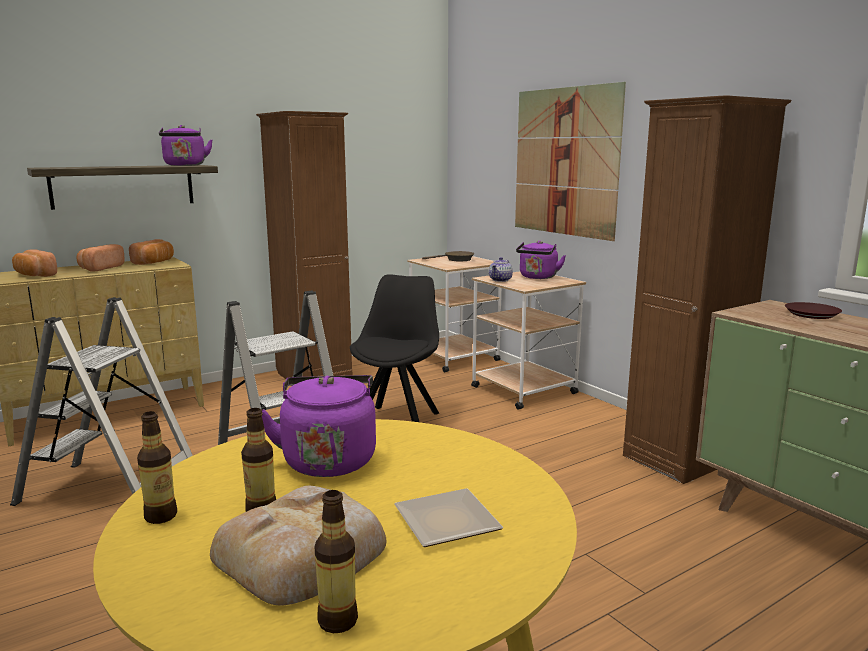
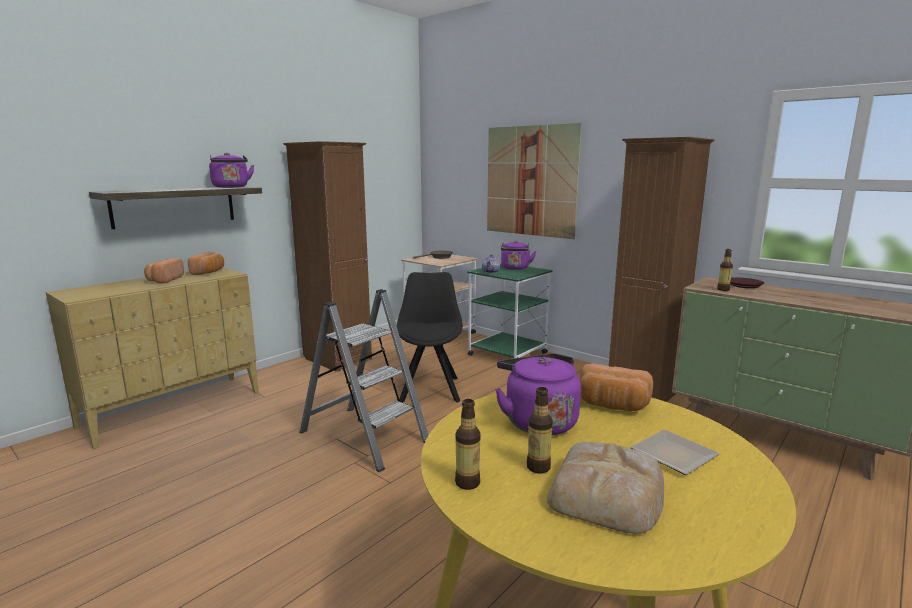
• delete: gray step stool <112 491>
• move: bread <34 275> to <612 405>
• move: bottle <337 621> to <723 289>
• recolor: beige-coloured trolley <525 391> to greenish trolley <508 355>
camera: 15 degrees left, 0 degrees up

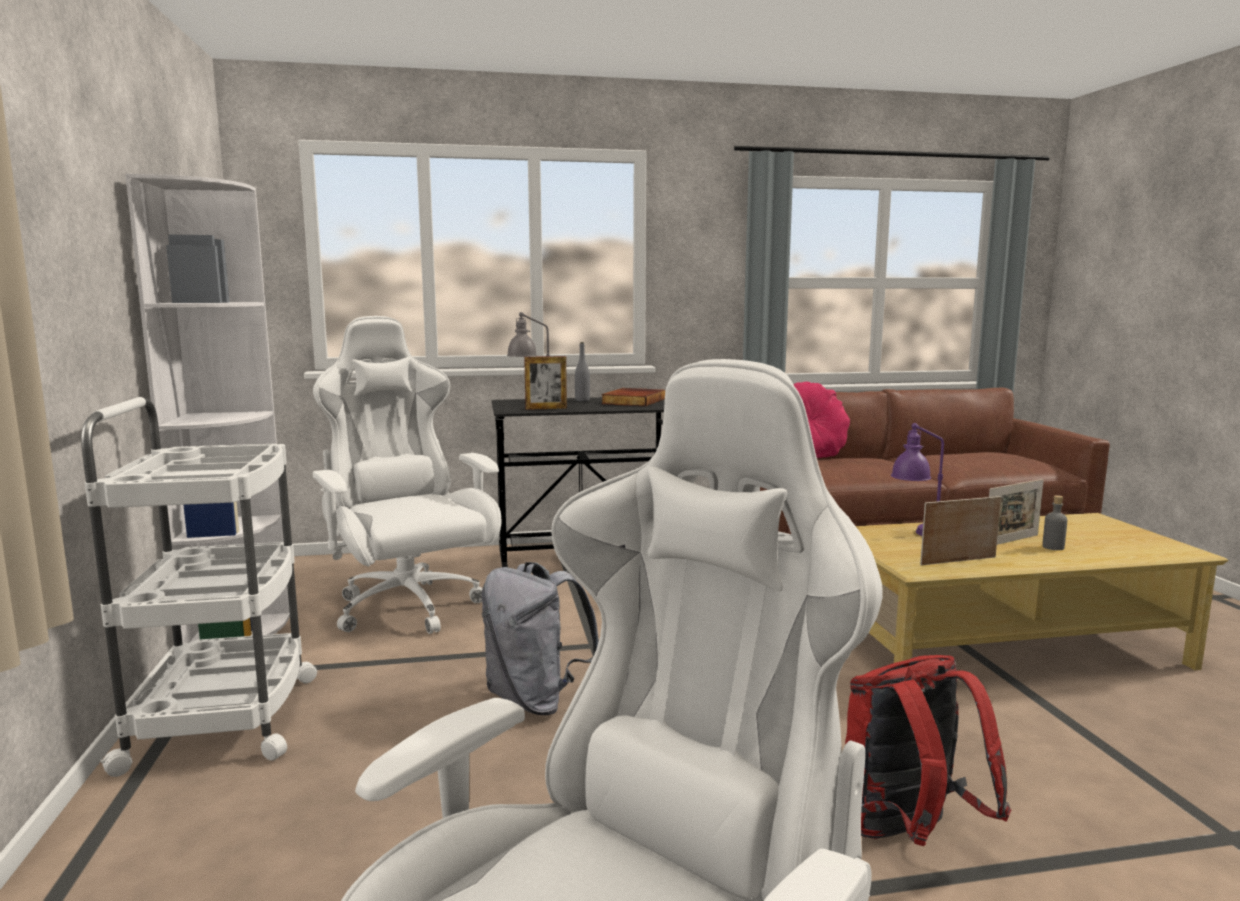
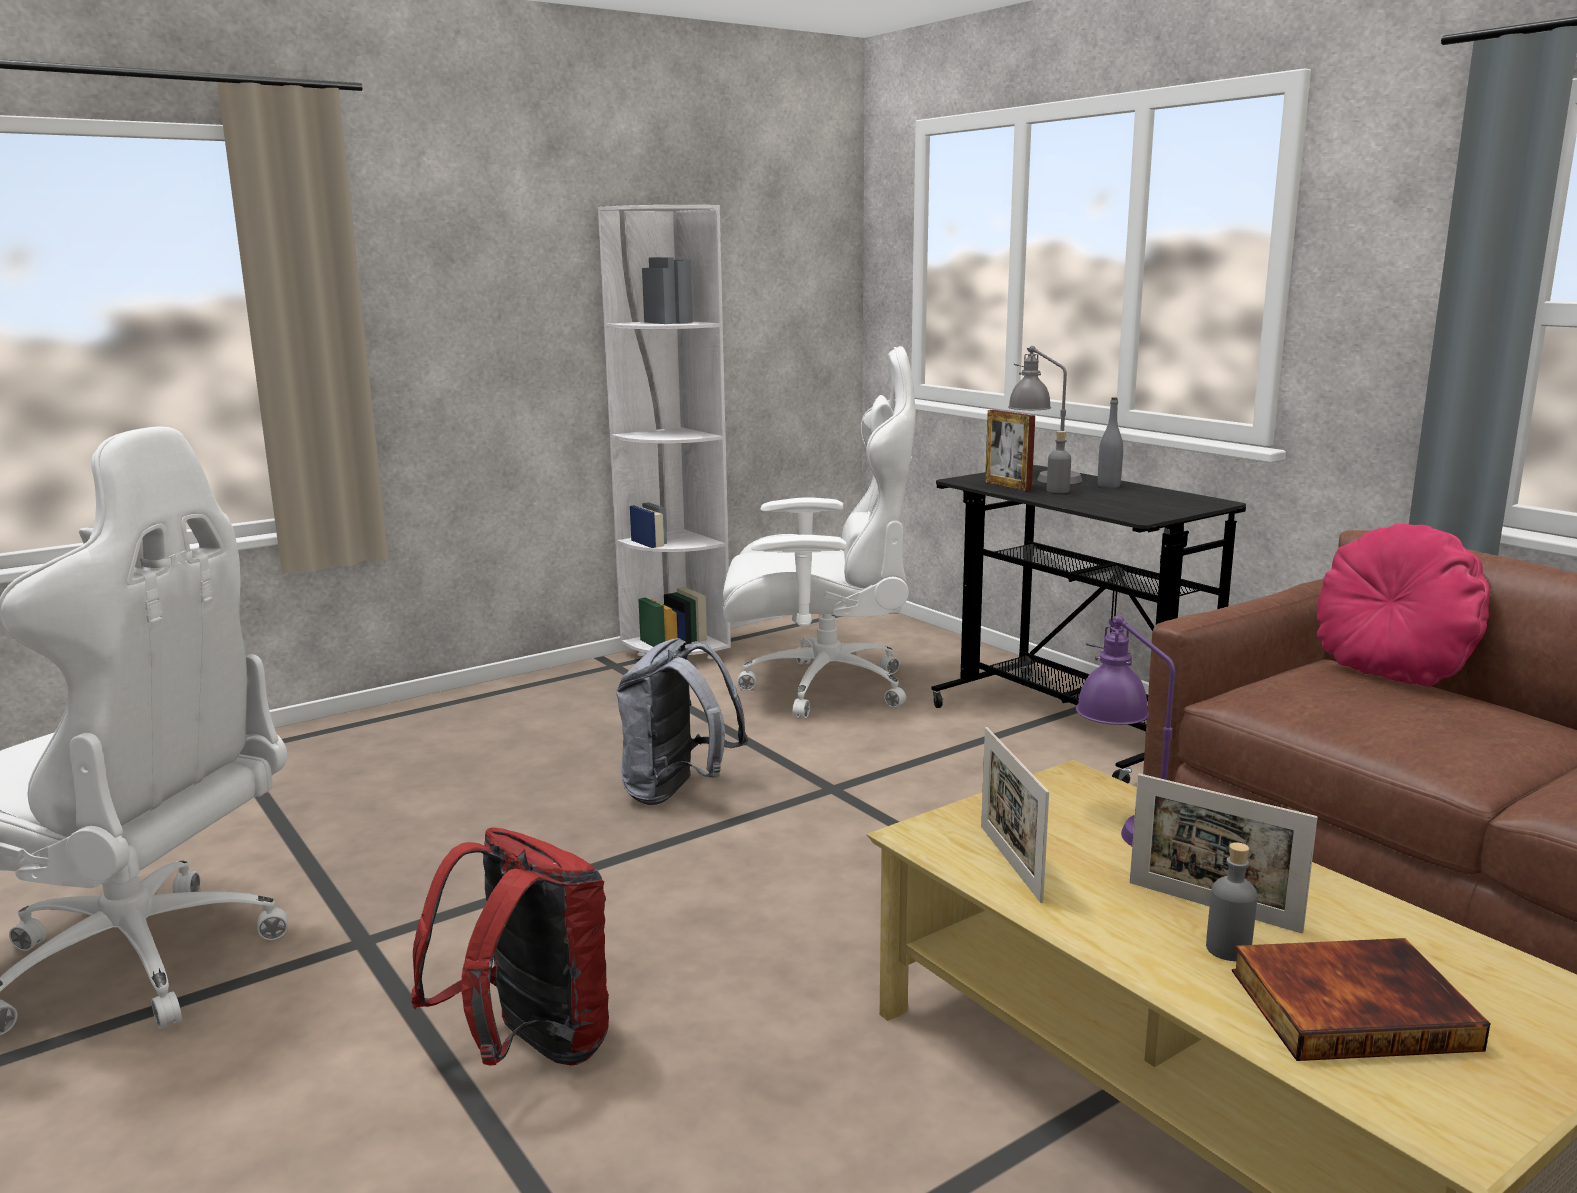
• delete: whitish trolley <224 722>
• insert: gray bottle <1057 491>
• move: bound book <632 401> to <1351 1006>
• rotate: whitish office chair <412 611> = <815 688> 60 degrees clockwise
• rotate: standing frame <958 561> = <1010 863> 150 degrees counterclockwise
camera: 65 degrees right, 5 degrees up

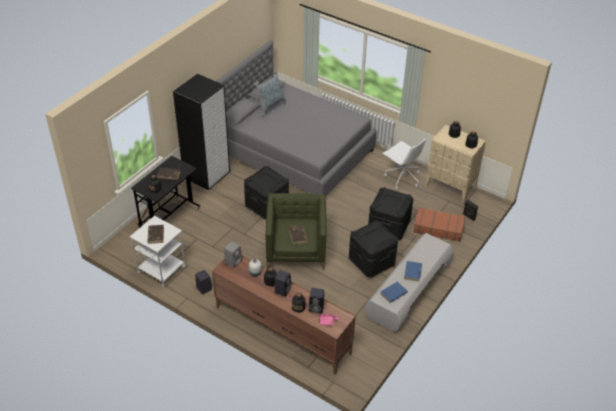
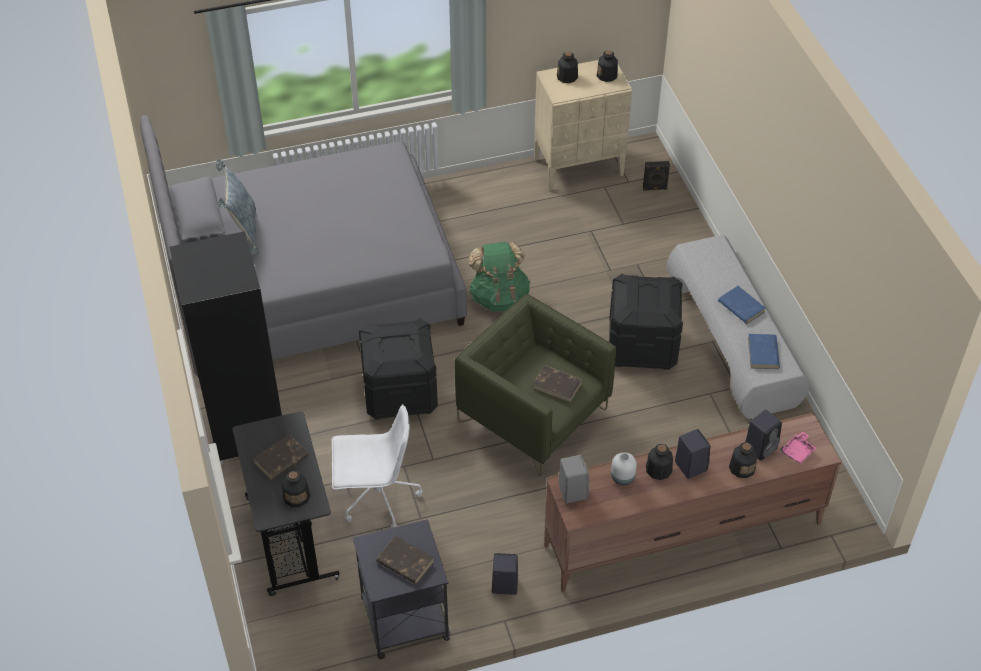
• delete: black storage box <388 227>
• delete: brown-coloured piece of luggage <438 228>
• insert: greenish knapsack <499 297>
• move: whitish office chair <401 177> to <375 499>
• recolor: whitish trolley <161 269> to black trolley <403 619>
camera: 50 degrees left, 5 degrees up

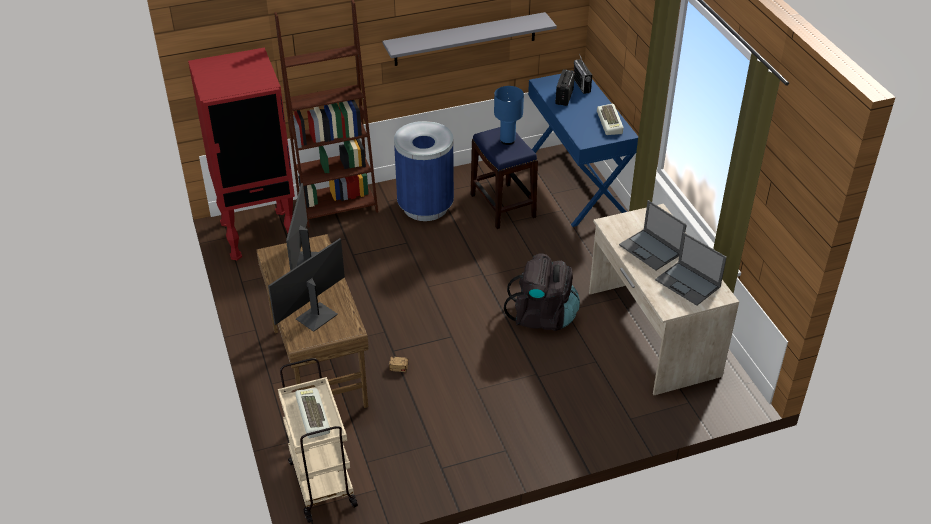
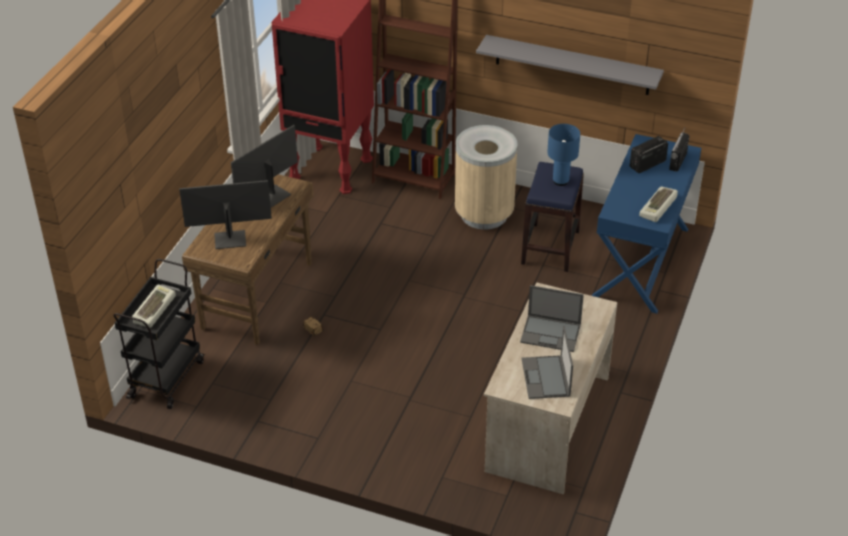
• delete: black knapsack <542 316>
• recolor: beige-coloured trolley <322 483> to black trolley <167 379>
• recolor: bluish trash can <425 207> to beige-coloured trash can <484 214>
• rotate: laptop <650 250> = <551 333> 75 degrees counterclockwise
camera: 40 degrees right, 0 degrees up

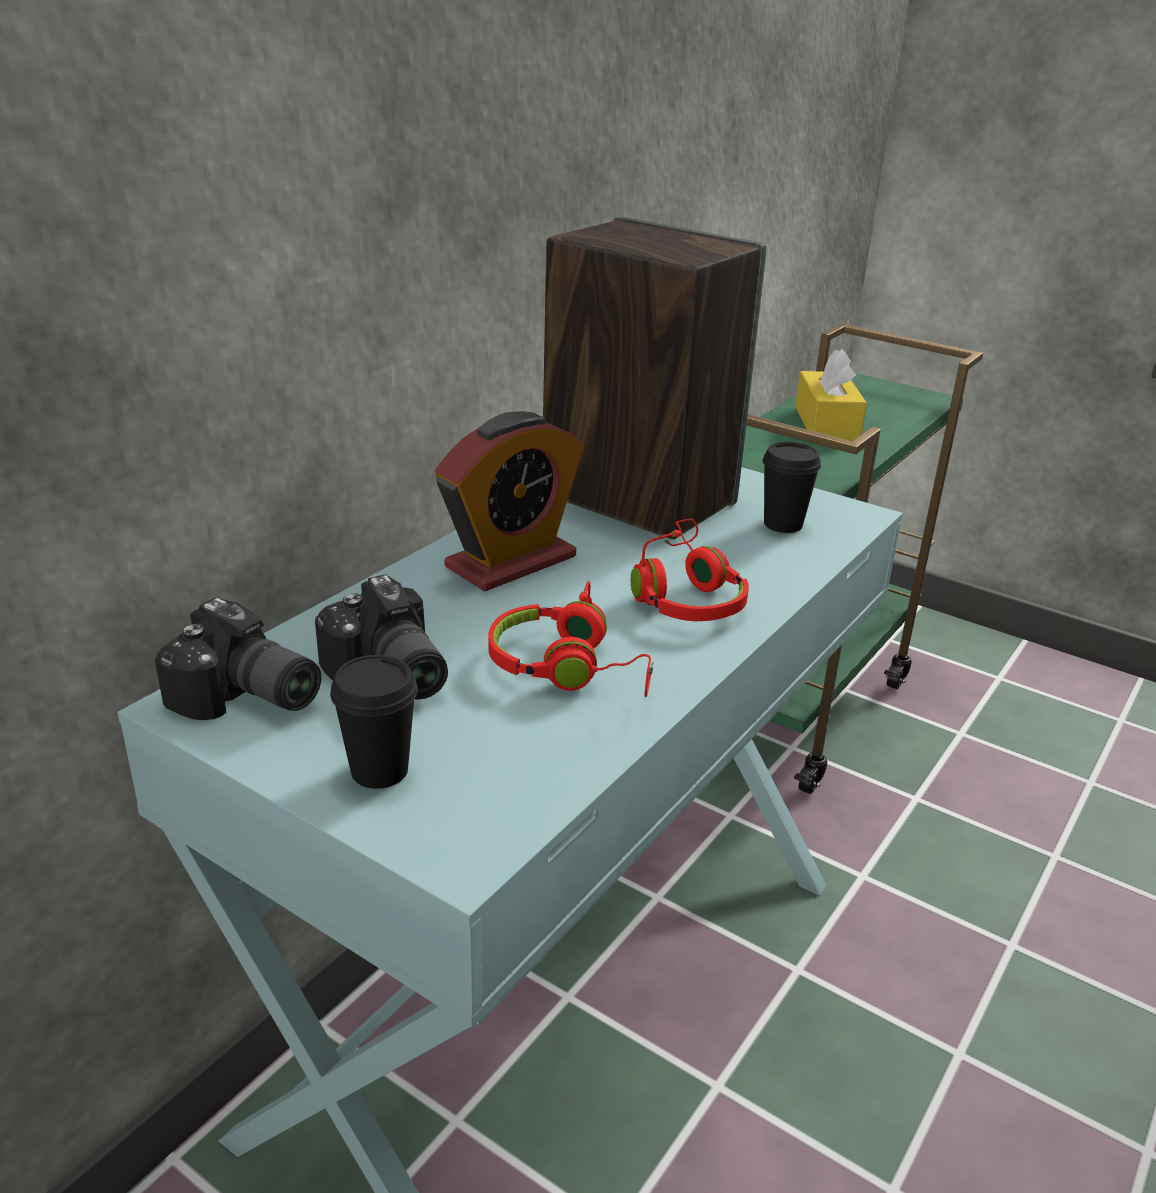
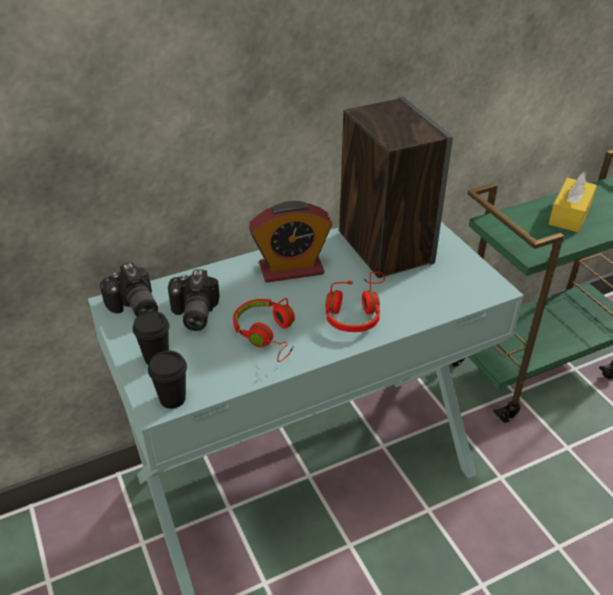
• move: black drinking cup <783 524> to <172 399>
camera: 30 degrees right, 10 degrees up

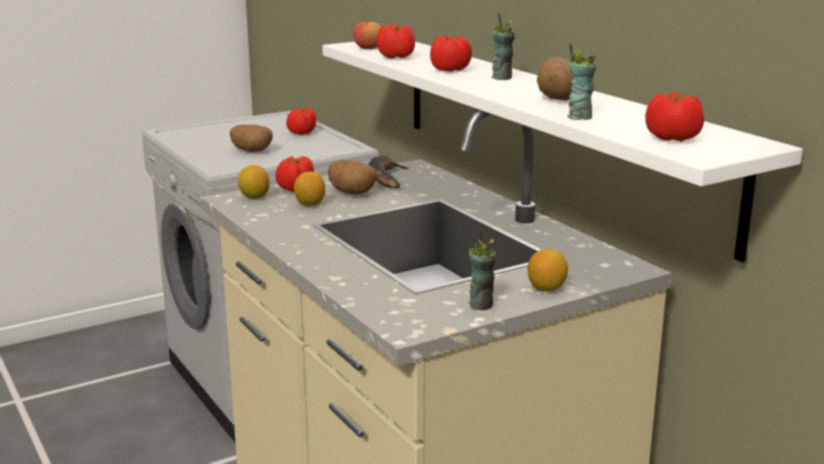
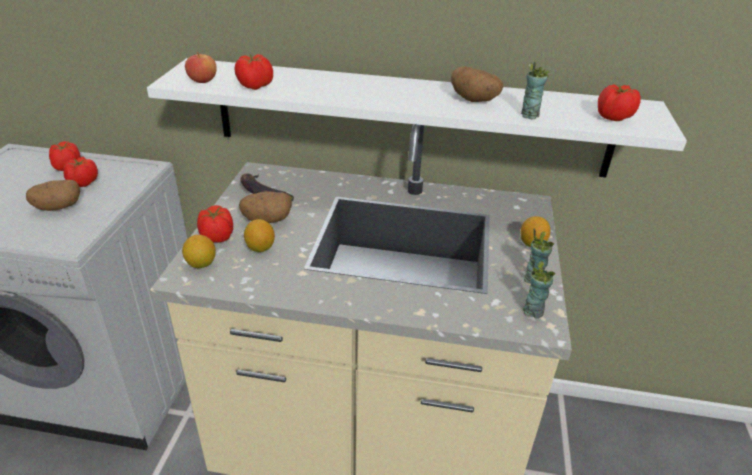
• move: whole tomato <450 70> to <83 183>
• move: drinking cup <502 78> to <533 311>
camera: 50 degrees left, 15 degrees up

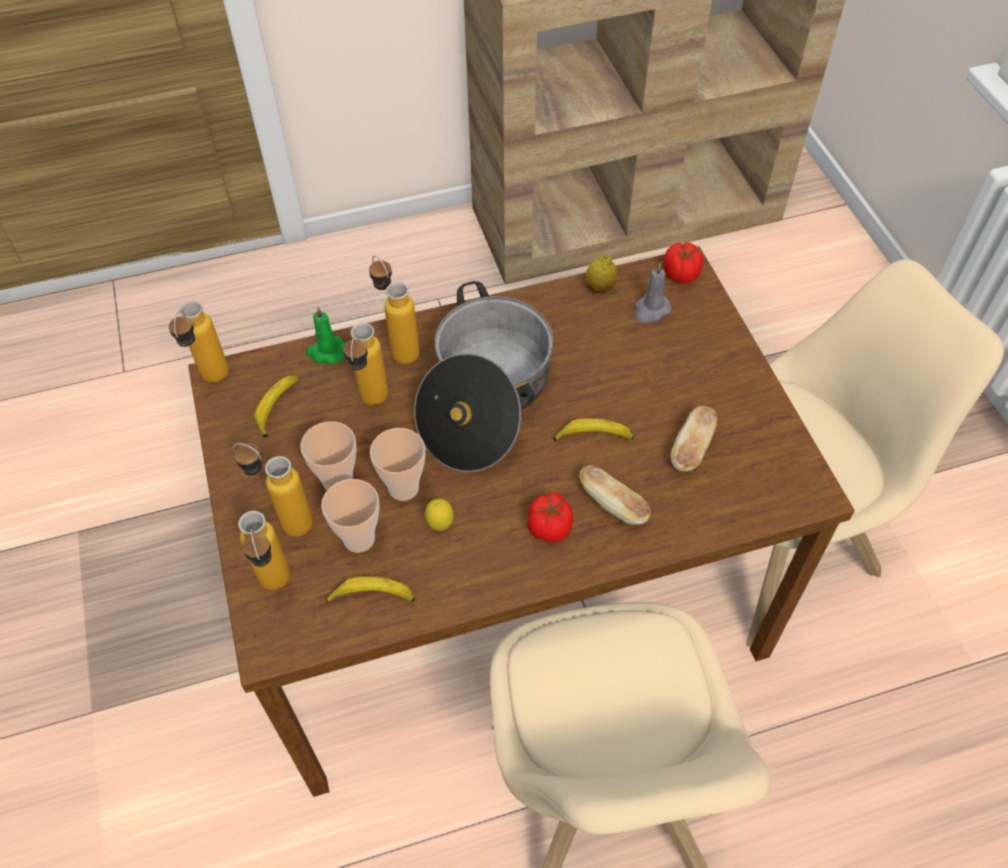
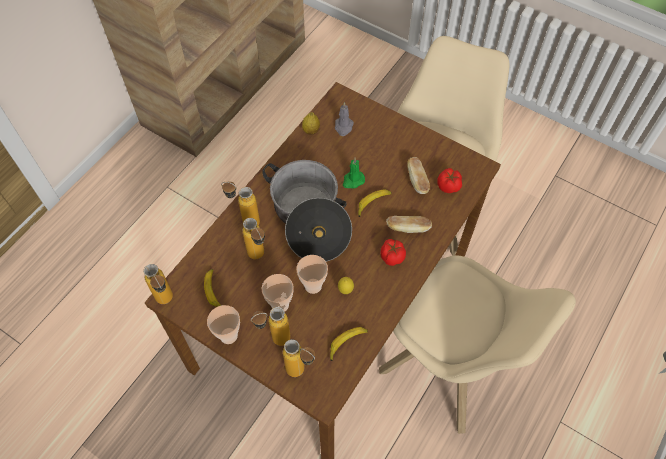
• move: greenish wax light <326 352> to <353 181>
• move: drinking cup <359 539> to <228 335>
• move: whole tomato <681 275> to <449 186>
camera: 40 degrees left, 5 degrees up

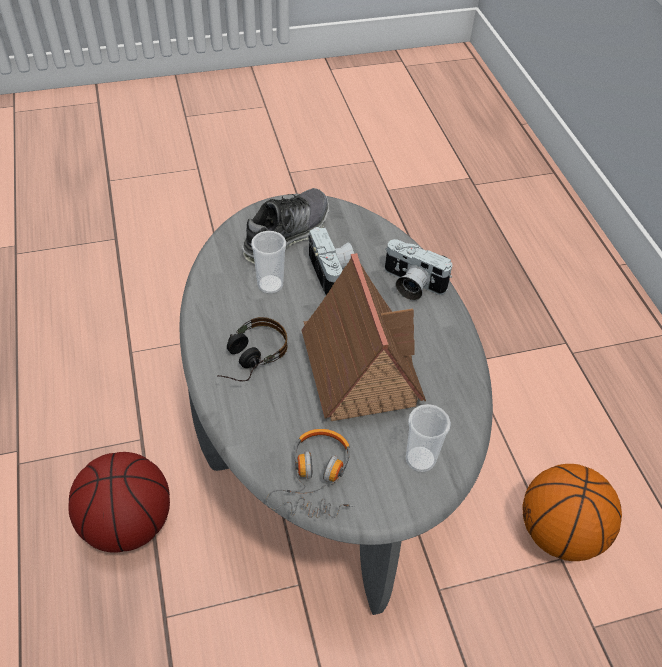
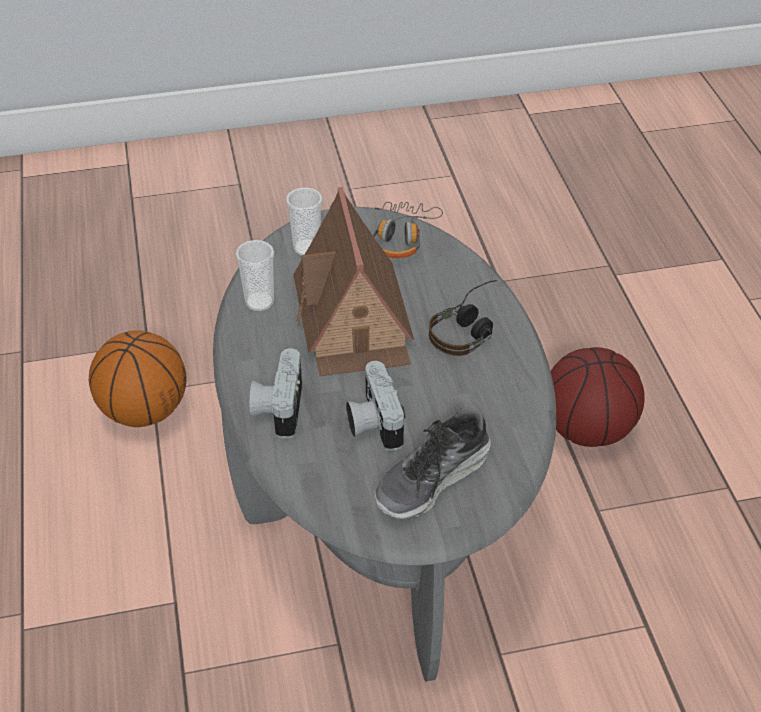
• move: drinking cup <270 285> to <259 302>
• rotate: photo camera <411 284> = <277 407> 120 degrees counterclockwise
camera: 175 degrees left, 5 degrees down

